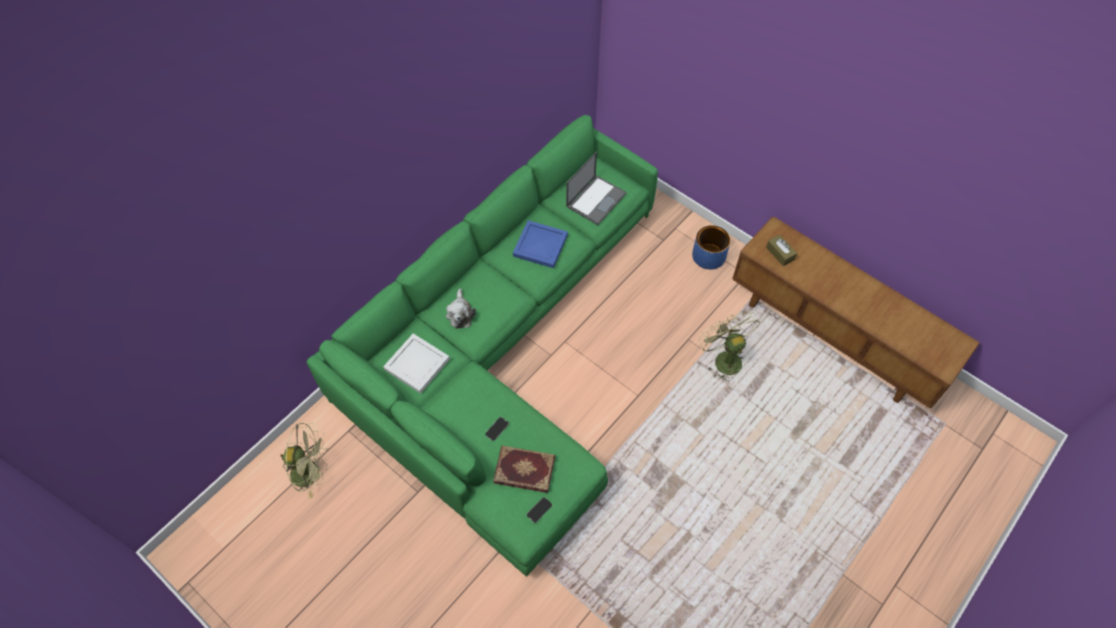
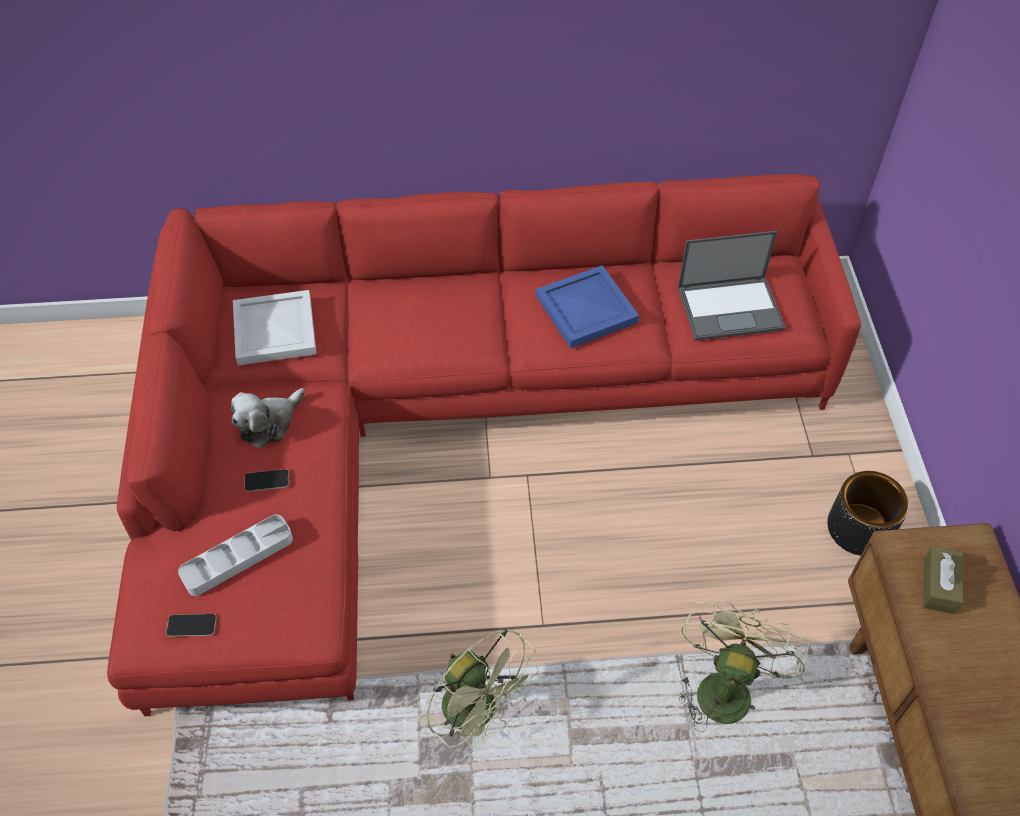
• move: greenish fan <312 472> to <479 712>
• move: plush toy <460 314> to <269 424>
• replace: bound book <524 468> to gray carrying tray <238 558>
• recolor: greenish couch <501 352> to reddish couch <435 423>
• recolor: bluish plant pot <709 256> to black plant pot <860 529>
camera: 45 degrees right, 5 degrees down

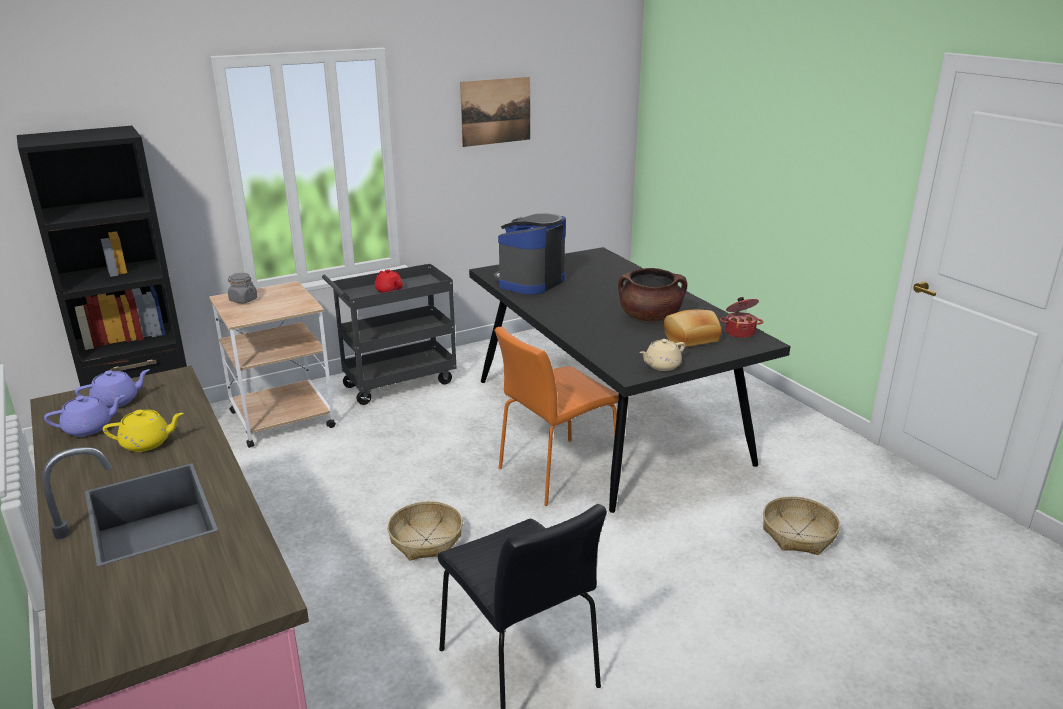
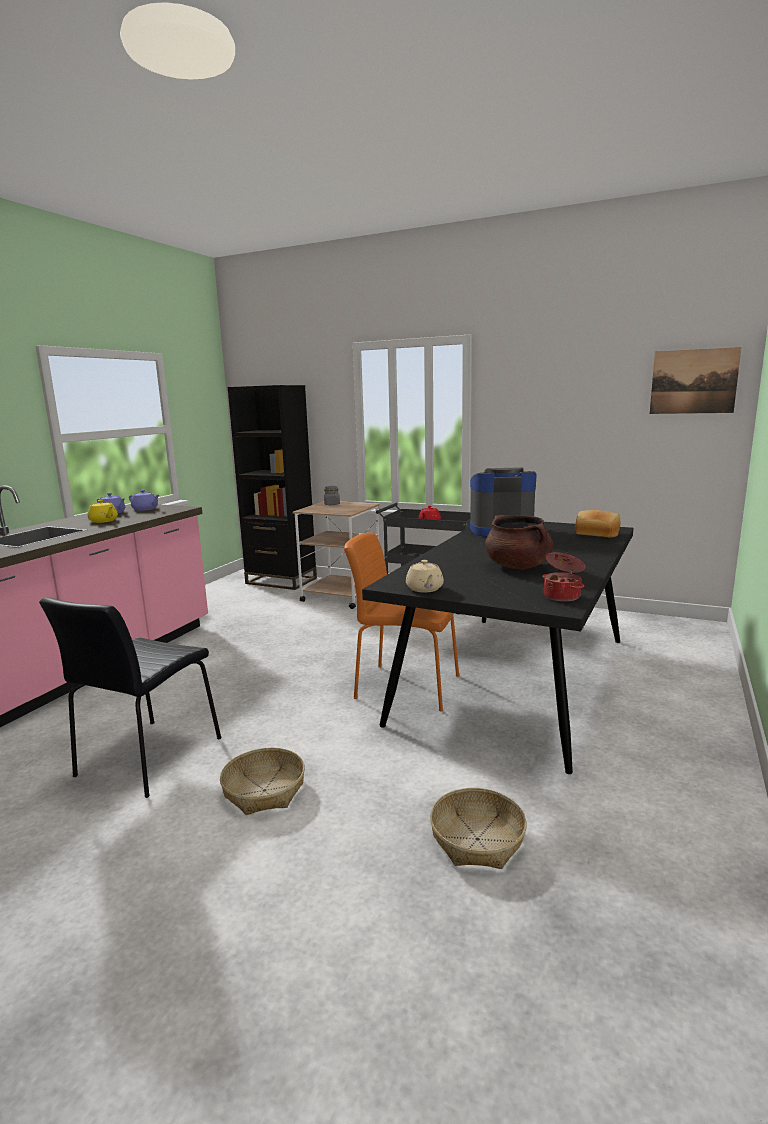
• move: storage basket <426 540> to <264 791>
• move: wall art <496 111> to <693 381>
• move: bread <691 339> to <596 534>
• rotate: beige-coloured pot for tea <661 366> = <424 589> 120 degrees counterclockwise
camera: 55 degrees right, 10 degrees down

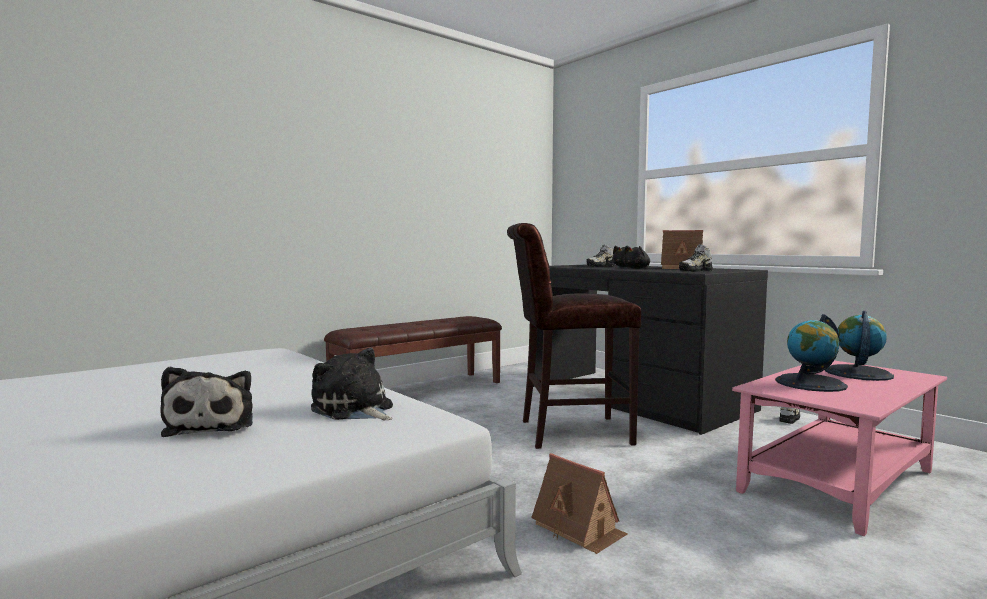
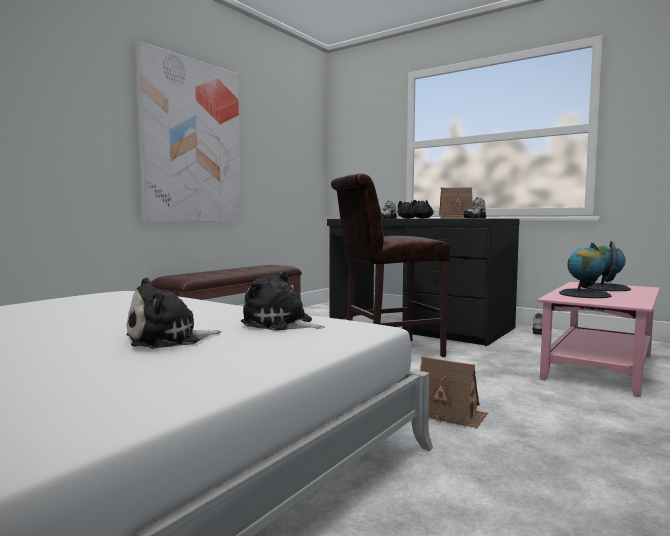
• insert: wall art <191 142>
• rotate: plush toy <212 424> = <168 339> 90 degrees clockwise
camera: 15 degrees left, 0 degrees up

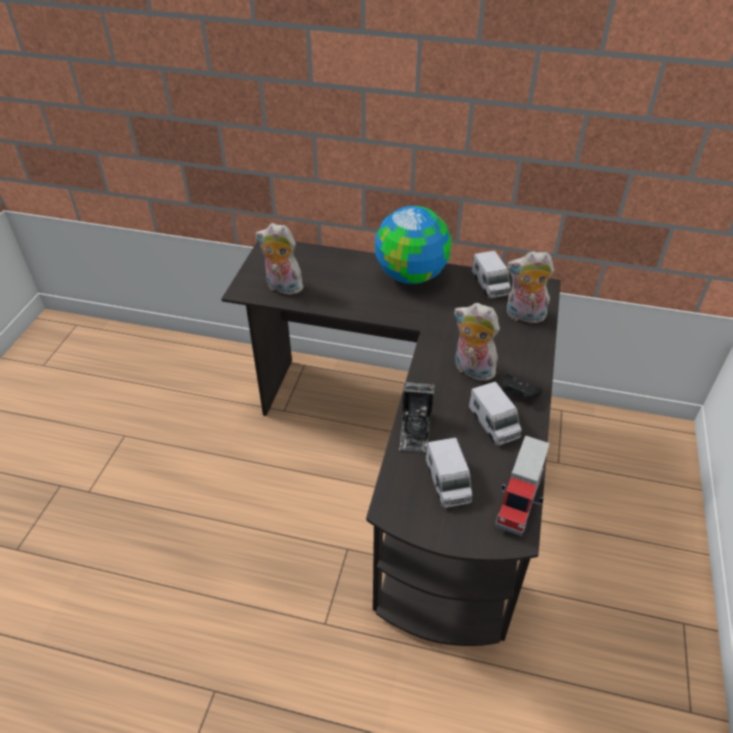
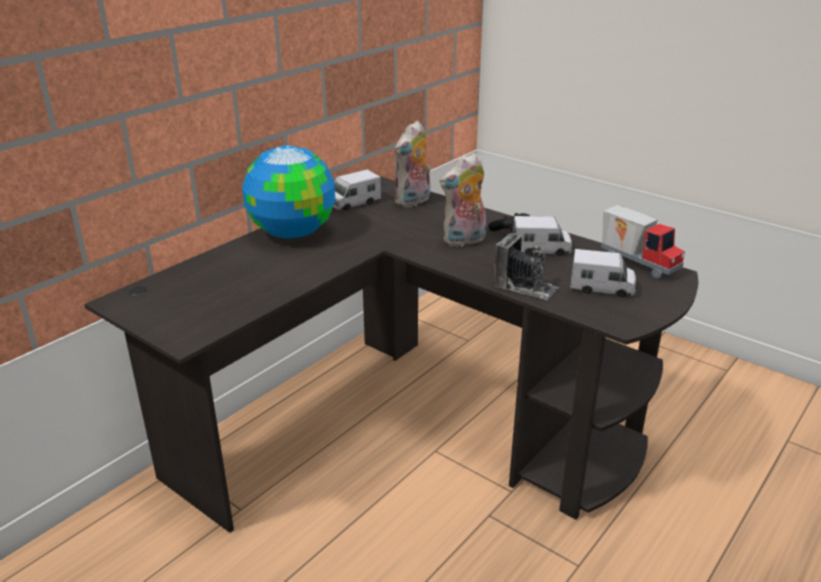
• delete: plush toy <282 287>
• rotate: model truck <490 285> = <353 203> 135 degrees clockwise
camera: 65 degrees left, 15 degrees down

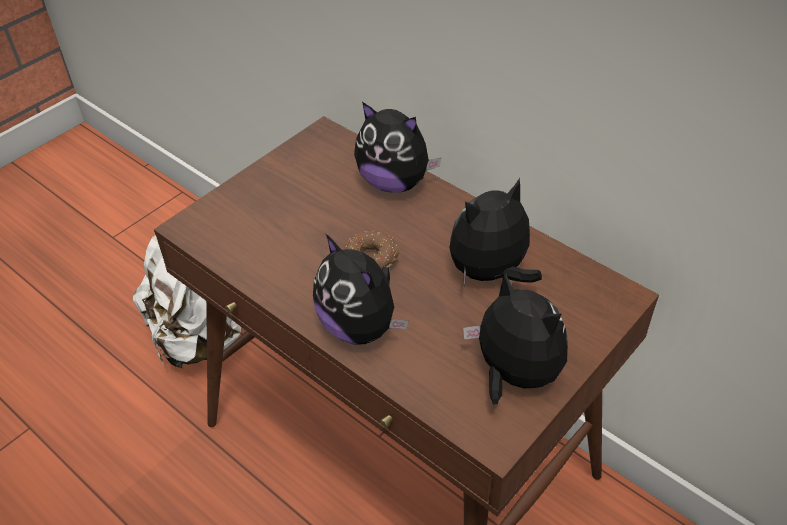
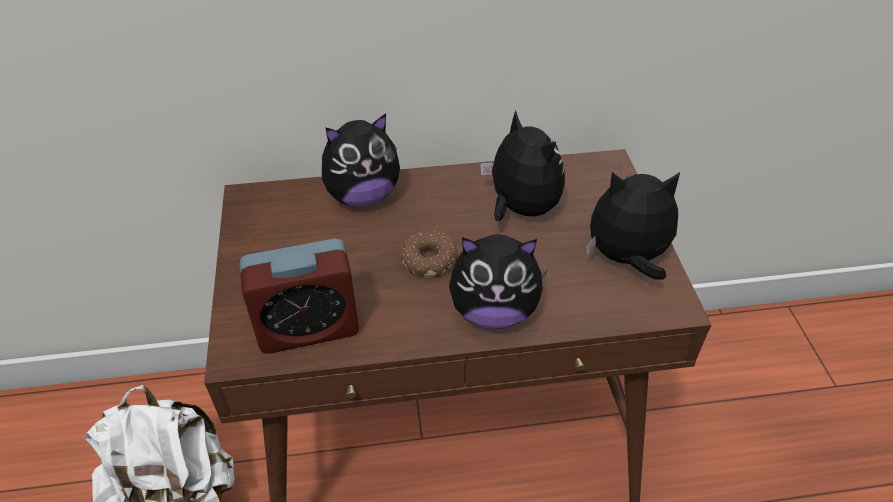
• insert: alarm clock <308 328>
• rotate: plush toy <490 273> = <520 208> 135 degrees clockwise
camera: 50 degrees left, 0 degrees up

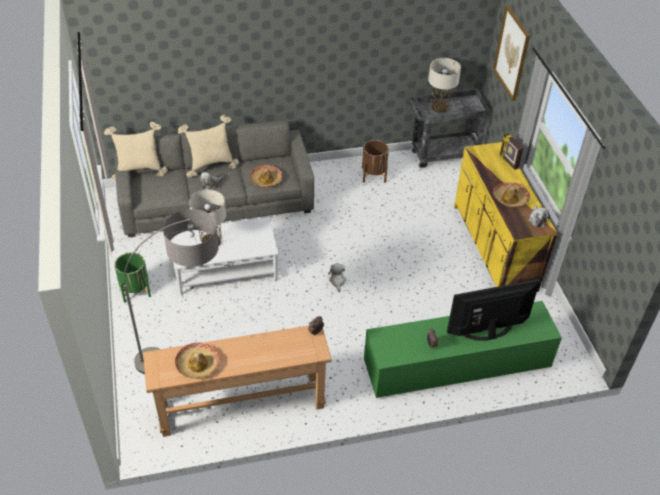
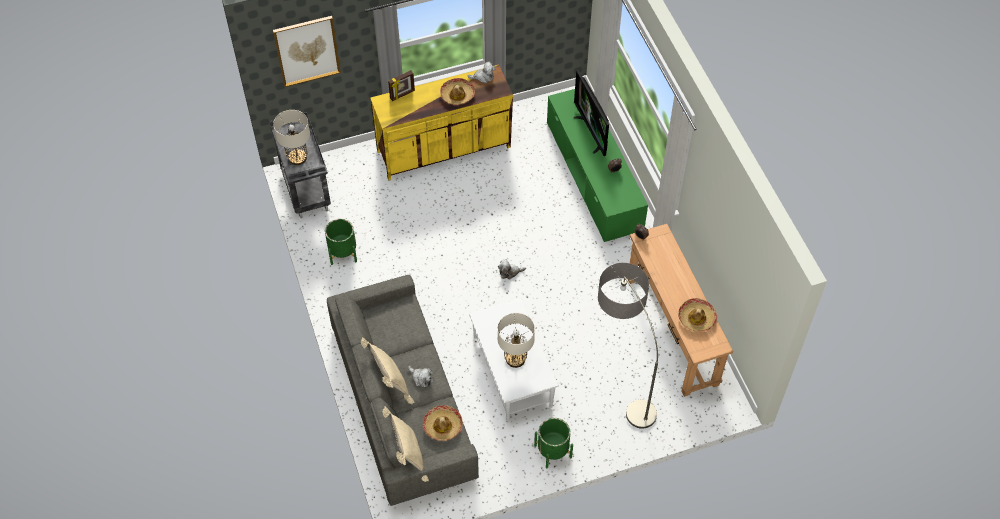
• move: hat <266 180> to <443 426>
• recolor: brown-coloured plant pot <373 175> to greenish plant pot <343 252>
camera: 95 degrees left, 10 degrees up

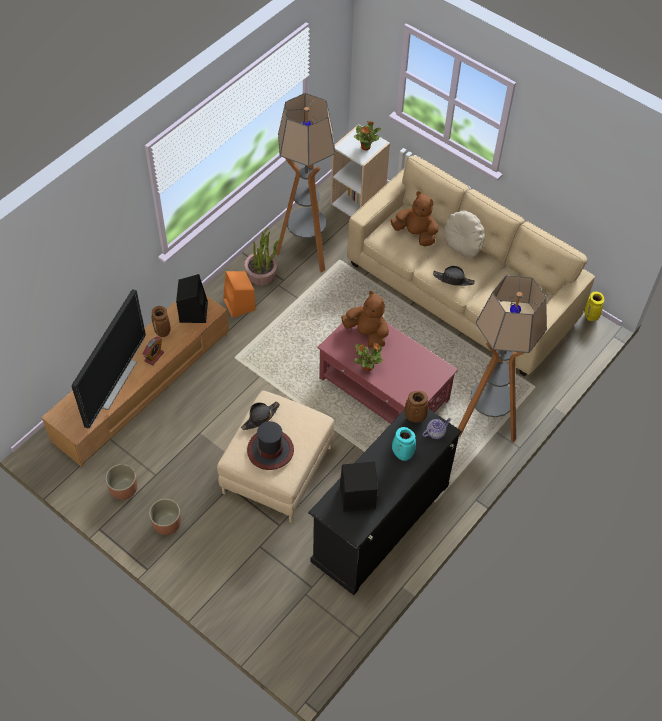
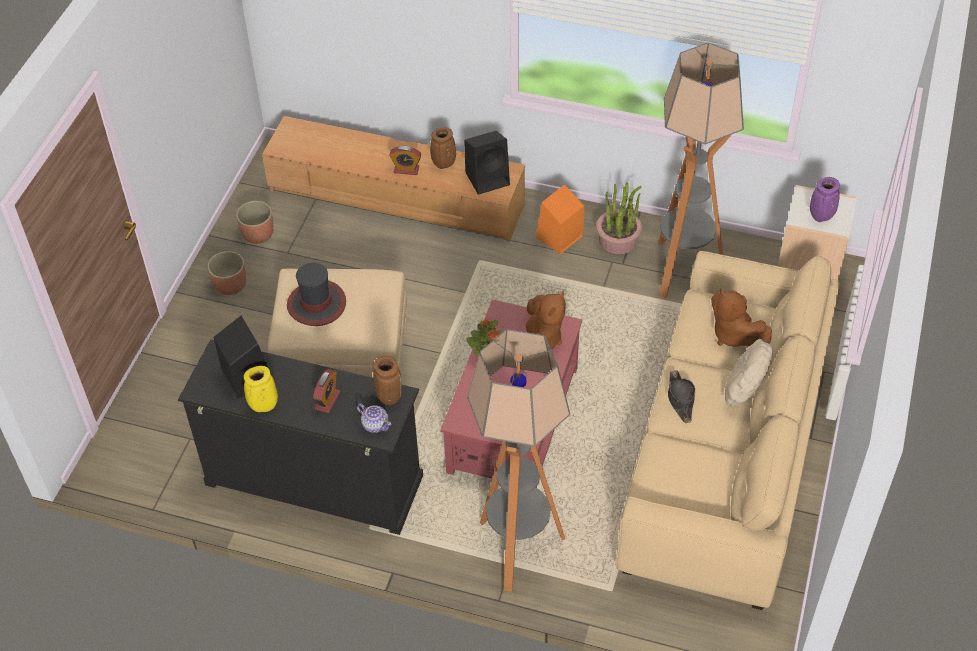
• delete: TV <113 383>
• delete: black hat <260 417>
• move: yellow-coloured decorative vase <591 317> to <263 406>
• replace: plant in a pot <366 147> to purple decorative vase <821 217>
• replace: turquoise decorative vase <401 454> to alarm clock <327 400>
• rotate: brown-coloured plush toy <415 234> = <733 335> 135 degrees clockwise
camera: 70 degrees right, 5 degrees down

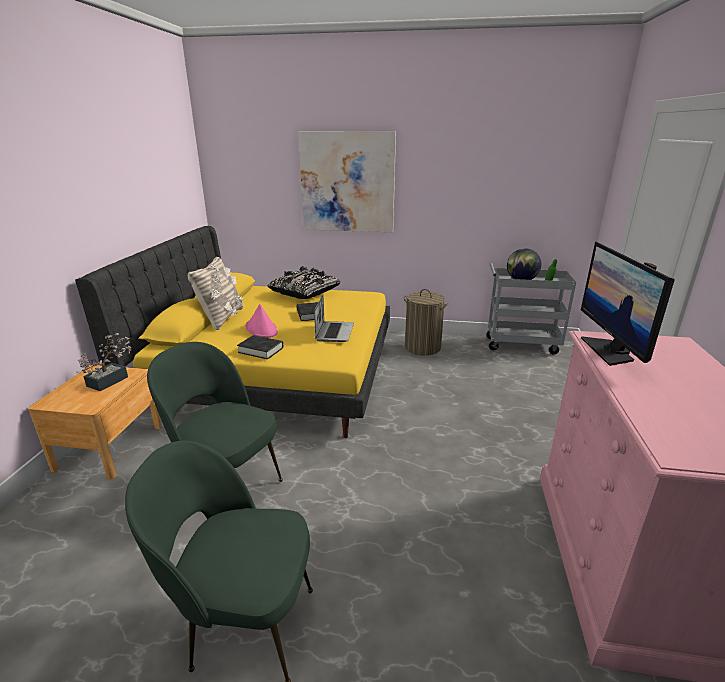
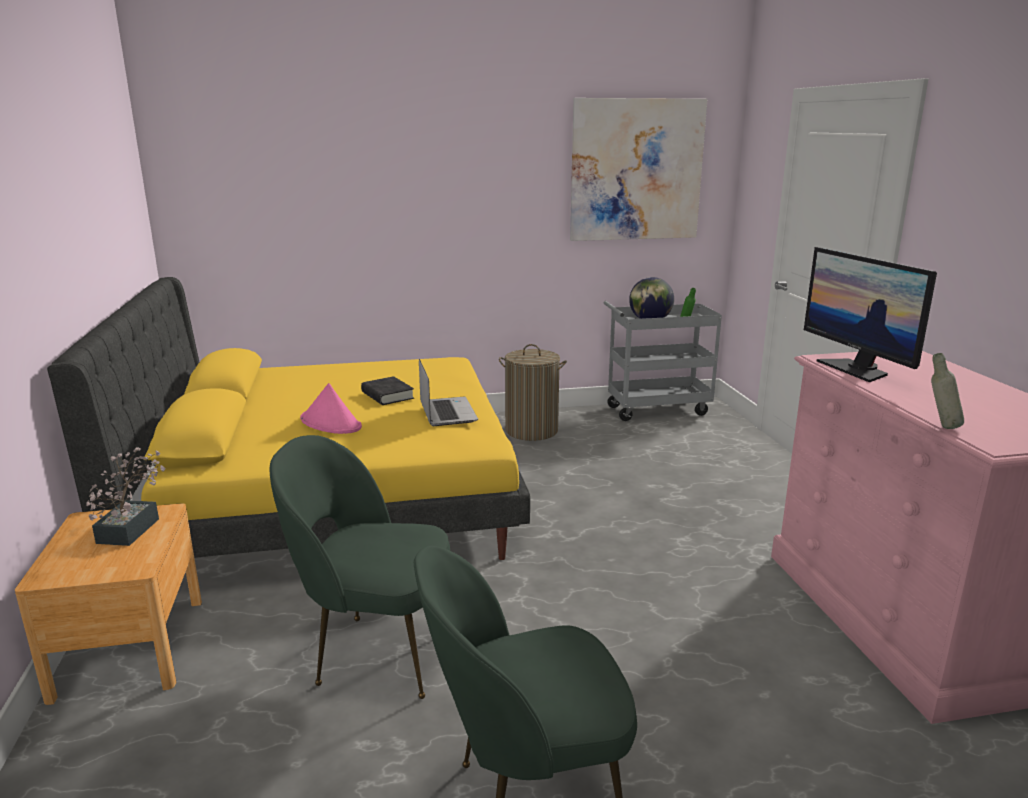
• delete: beige-coloured pillow <222 318>
• delete: black bound book <261 350>
• delete: black pillow <304 294>
• insert: gray bottle <940 427>
• move: wall art <347 182> to <636 170>
camera: 20 degrees left, 5 degrees down

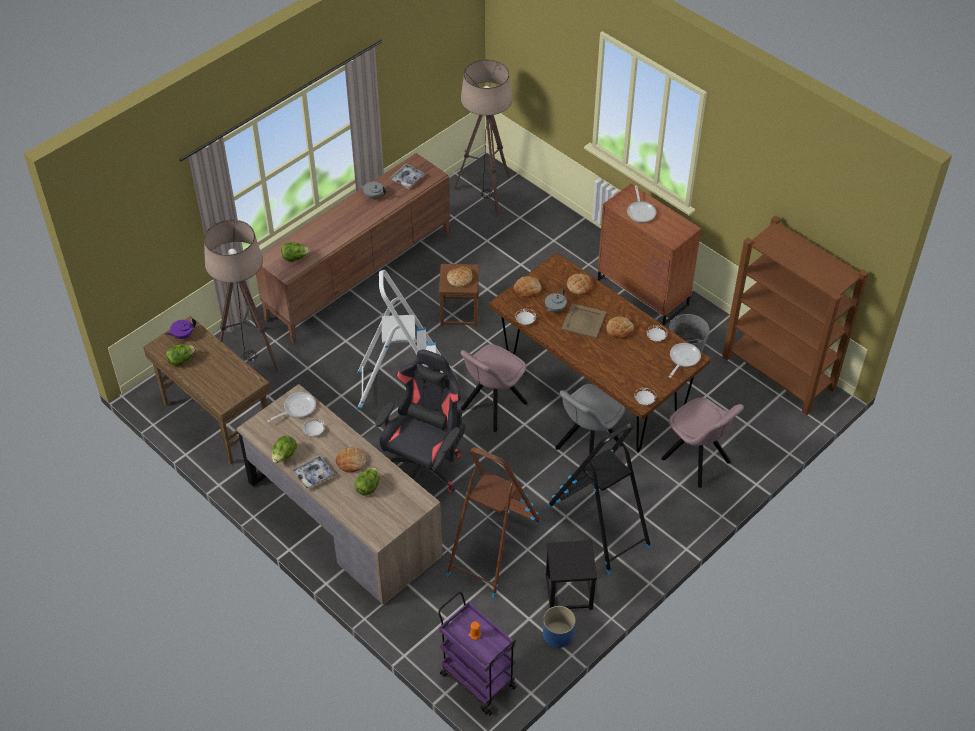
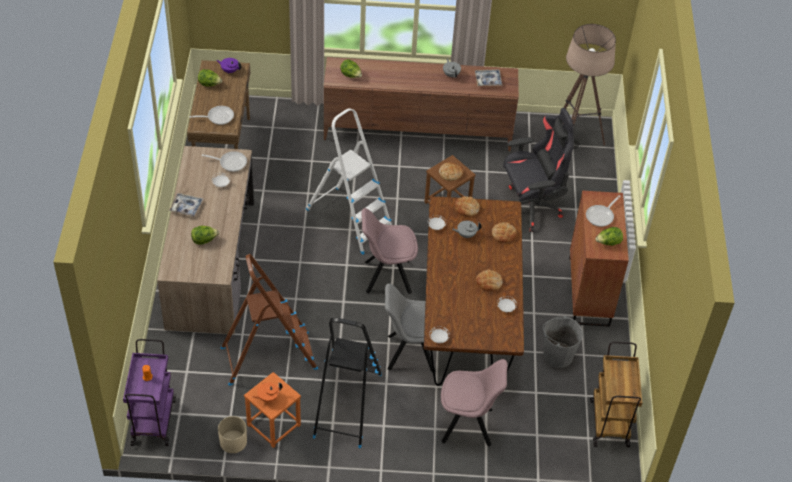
• delete: standing lamp <251 355>
• delete: bread <351 461>
• delete: beige-coloured carrying tray <583 321>
• insert: orange-coloured pot for tea <268 397>
• move: lettuce <284 456> to <608 243>
• move: black office chair <424 470> to <529 208>
• move: frying pan <683 359> to <218 117>
• replace: brown-coloured shelving unit <778 373> to brown-coloured trolley <609 423>
• recolor: bluish plant pot <558 634> to beige-coloured plant pot <233 442>
• recolor: black sitting stool <568 593> to orange-coloured sitting stool <273 425>
• rotate: pinkish plain chair <696 460> = <467 425> 90 degrees counterclockwise
camera: 45 degrees right, 0 degrees up

